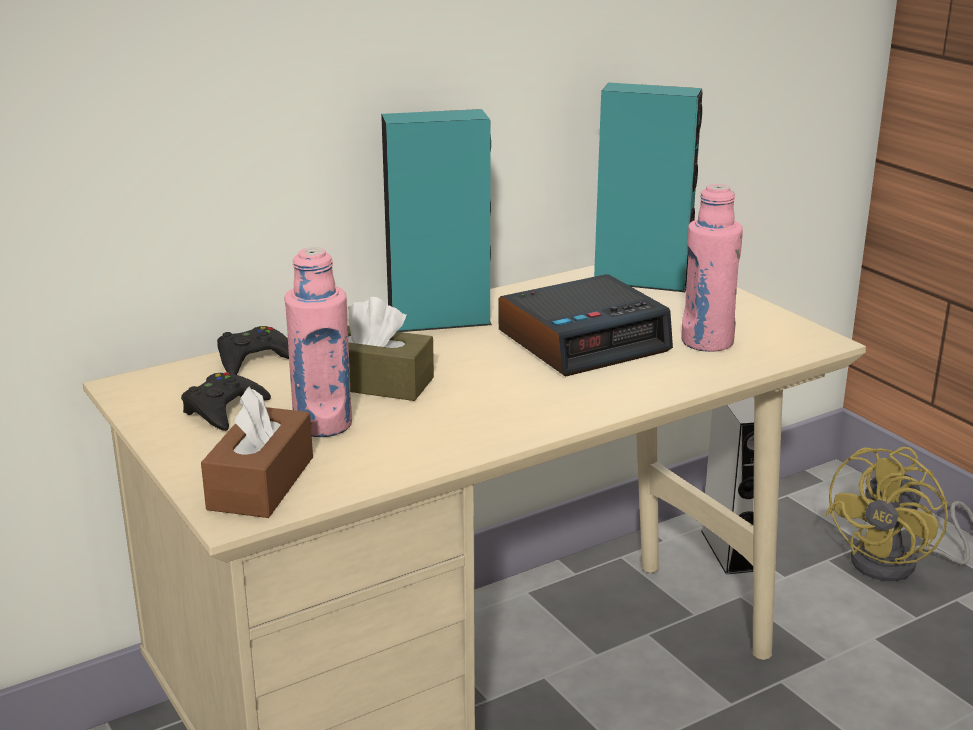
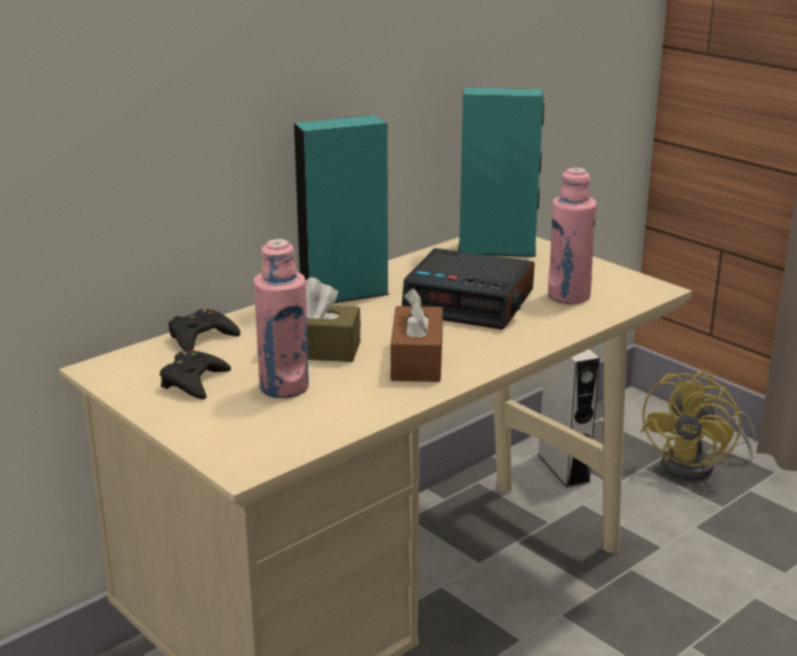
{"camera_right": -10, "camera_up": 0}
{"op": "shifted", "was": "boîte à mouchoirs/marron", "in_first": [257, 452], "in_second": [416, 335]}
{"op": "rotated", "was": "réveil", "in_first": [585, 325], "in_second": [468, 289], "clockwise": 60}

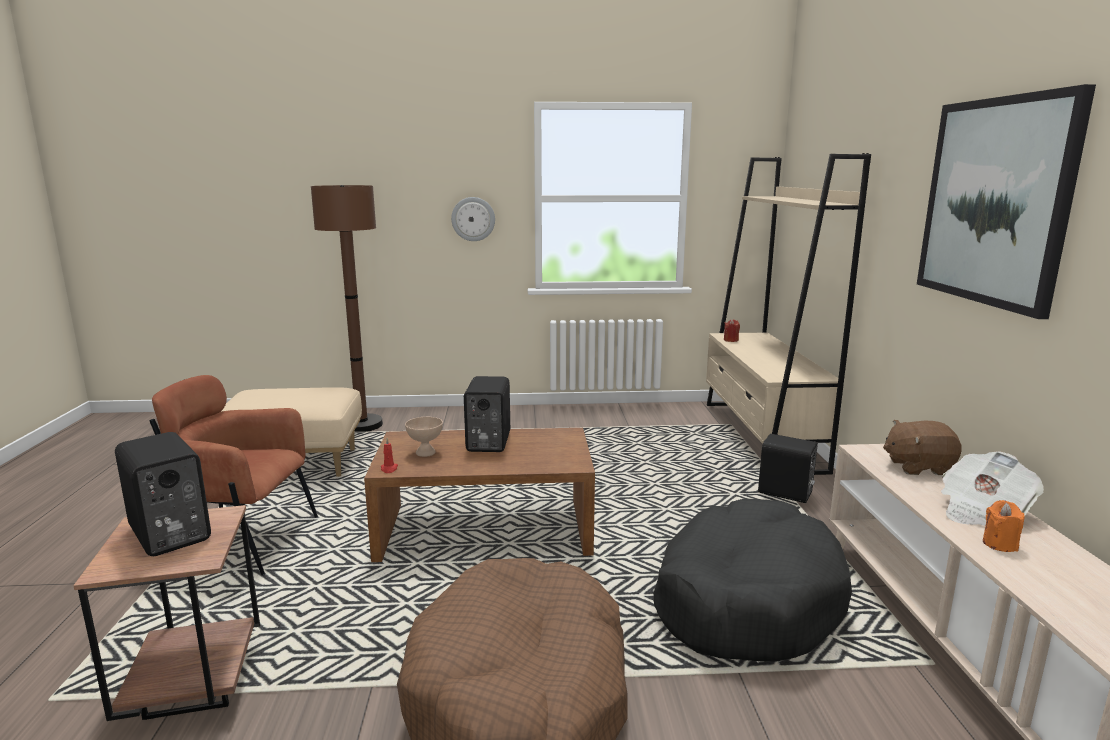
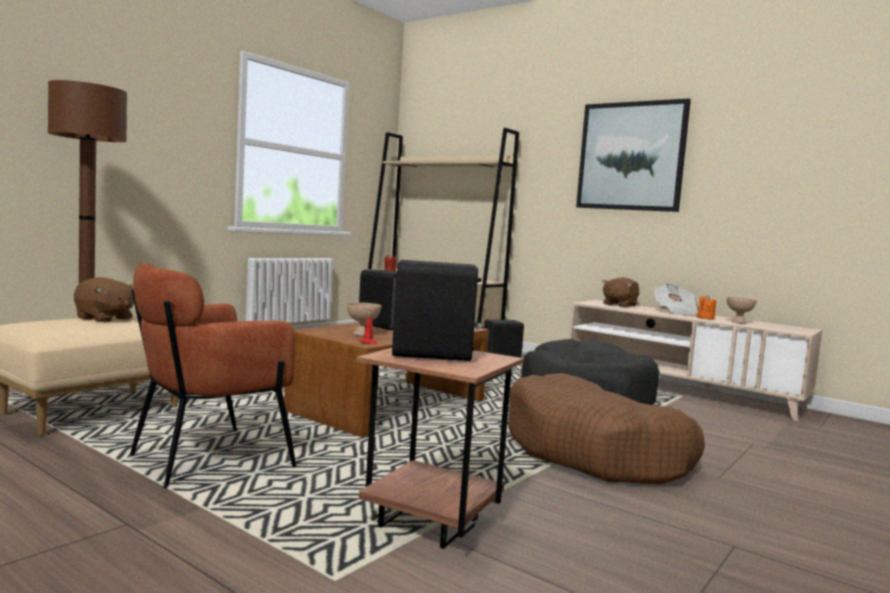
{"camera_right": -50, "camera_up": -10}
{"op": "new", "now": "peluche/marron", "in_second": [104, 299]}
{"op": "new", "now": "bol/beige", "in_second": [742, 310]}
{"op": "gone", "was": "horloge murale", "in_first": [473, 219]}

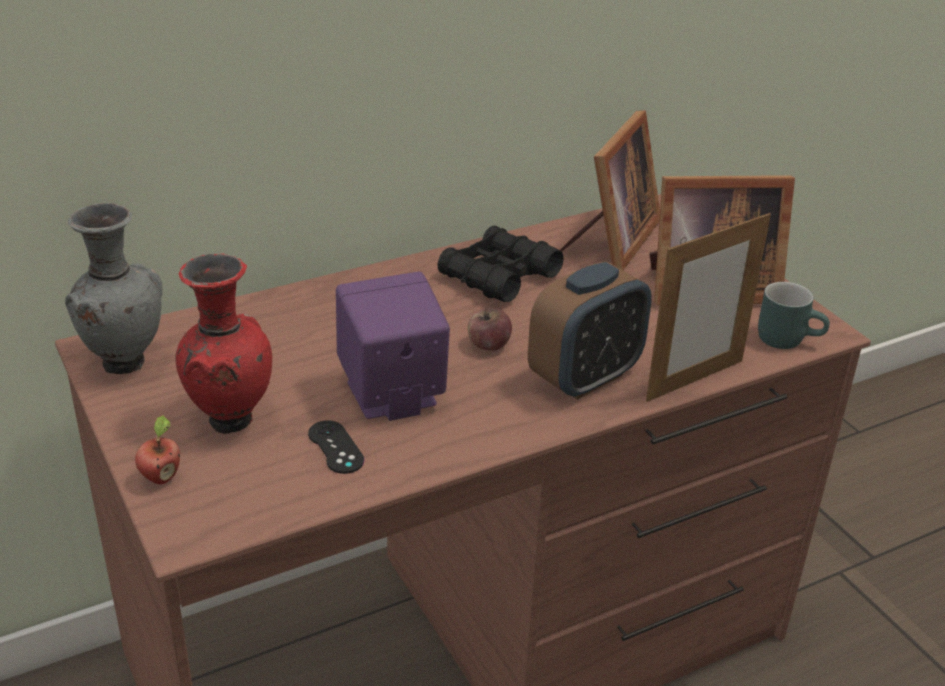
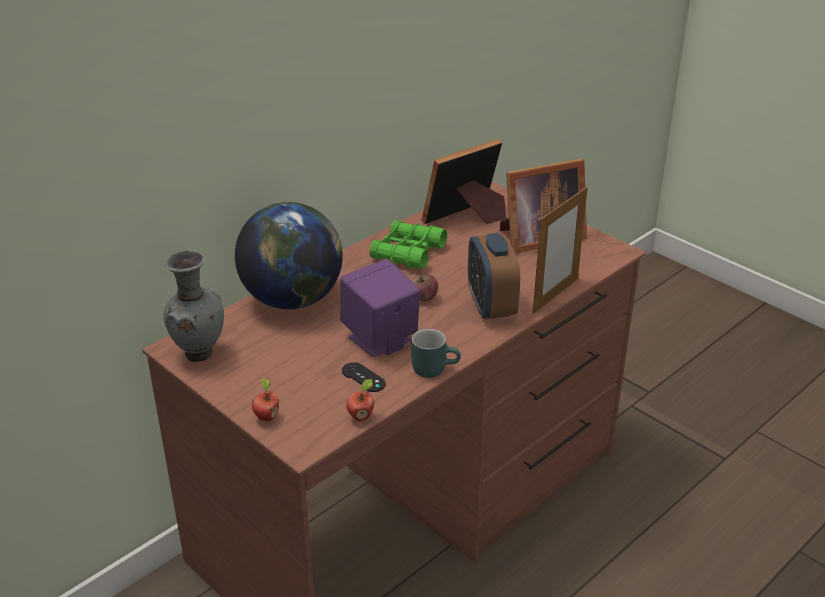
{"camera_right": -15, "camera_up": 0}
{"op": "new", "now": "globe", "in_second": [289, 255]}
{"op": "new", "now": "pomme", "in_second": [360, 400]}
{"op": "repainted", "was": "jumelles/noir", "now": "jumelles/vert", "in_first": [500, 264], "in_second": [408, 244]}
{"op": "shifted", "was": "mug/turquoise", "in_first": [794, 315], "in_second": [436, 353]}
{"op": "rotated", "was": "cadre photo", "in_first": [610, 190], "in_second": [464, 181], "clockwise": -135}
{"op": "rotated", "was": "réveil", "in_first": [590, 330], "in_second": [494, 276], "clockwise": 135}
{"op": "gone", "was": "vase/rouge", "in_first": [224, 344]}

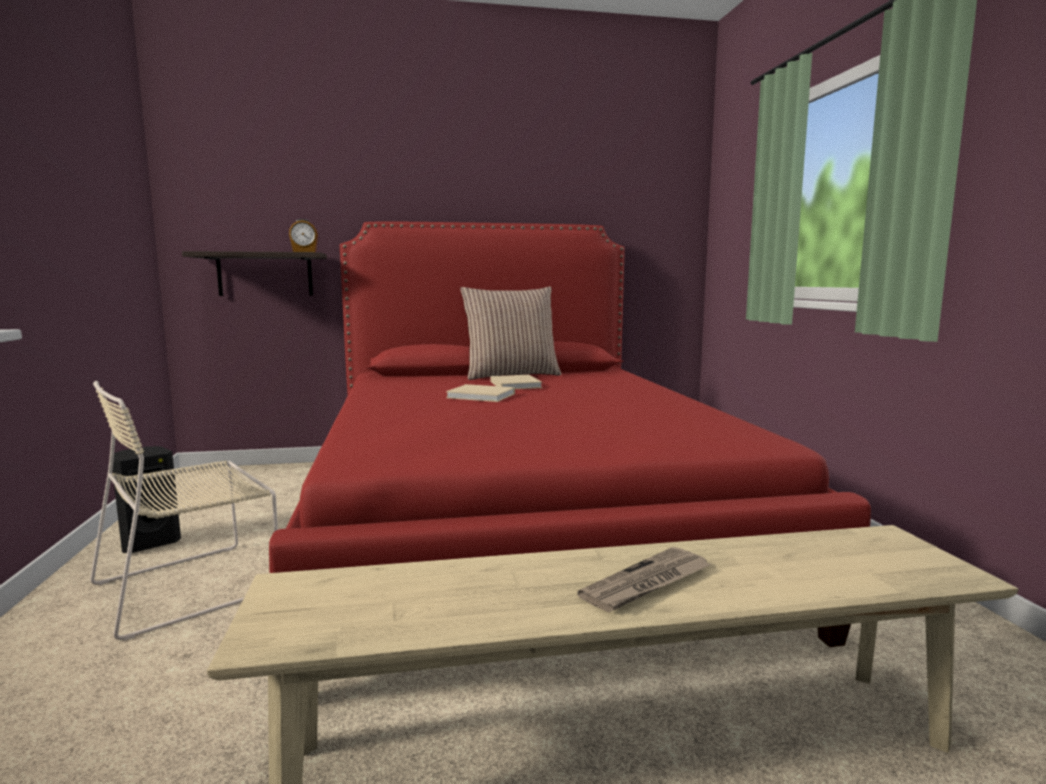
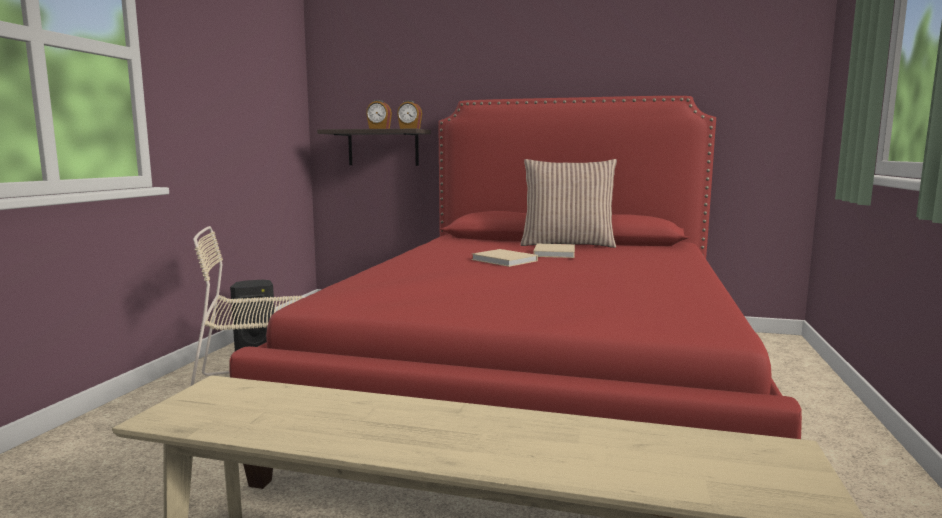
{"camera_right": 25, "camera_up": 0}
{"op": "new", "now": "réveil", "in_second": [379, 114]}
{"op": "gone", "was": "journal", "in_first": [644, 580]}

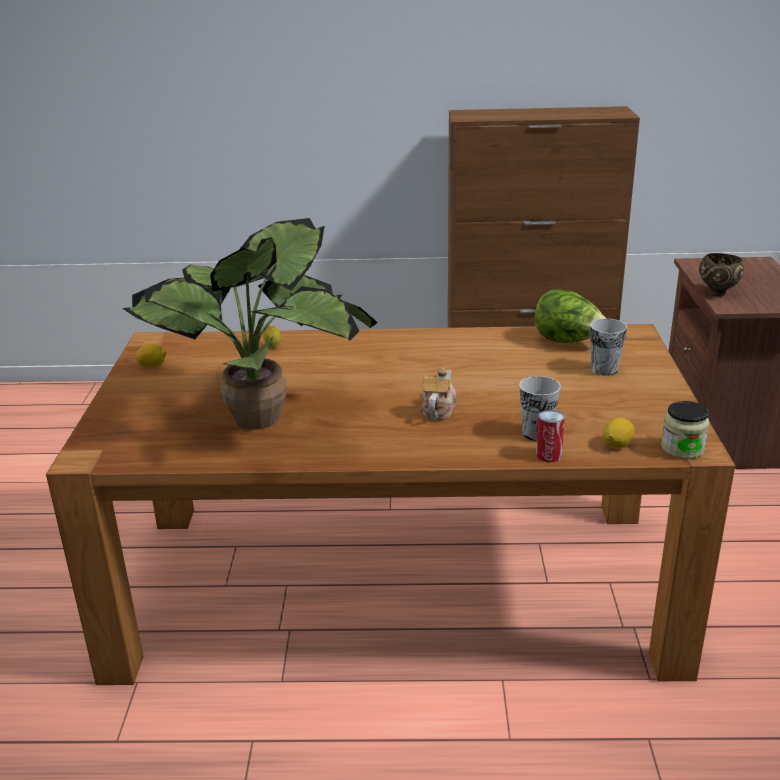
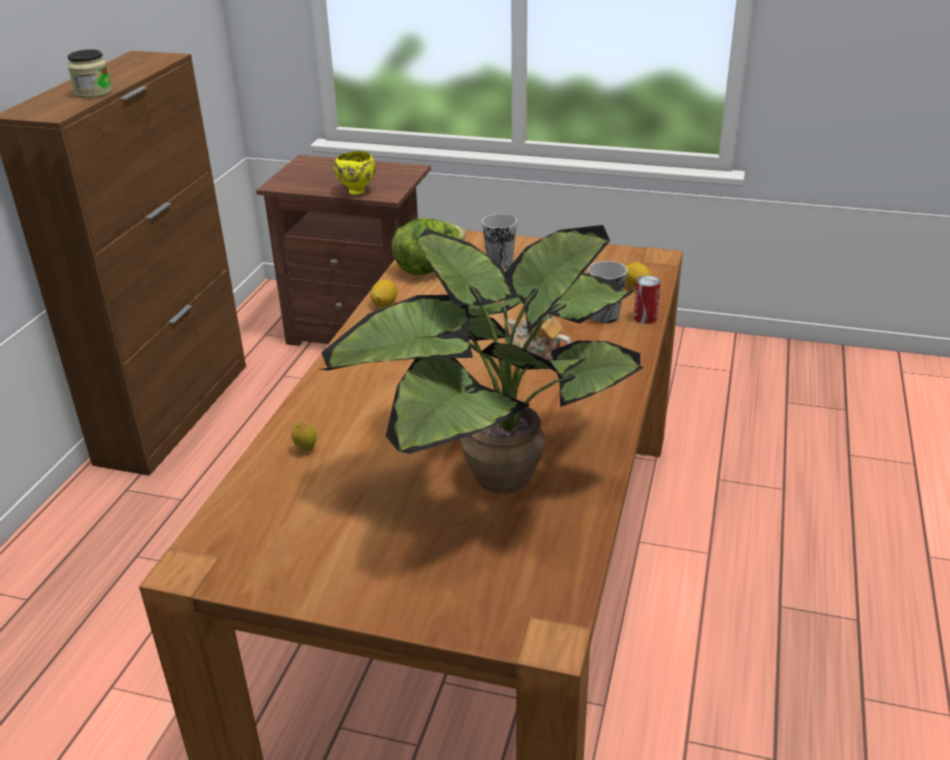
{"camera_right": -75, "camera_up": 5}
{"op": "shifted", "was": "bocal", "in_first": [685, 430], "in_second": [90, 73]}
{"op": "repainted", "was": "bol/marron", "now": "bol/jaune", "in_first": [721, 275], "in_second": [355, 173]}
{"op": "shifted", "was": "citron", "in_first": [151, 356], "in_second": [384, 293]}

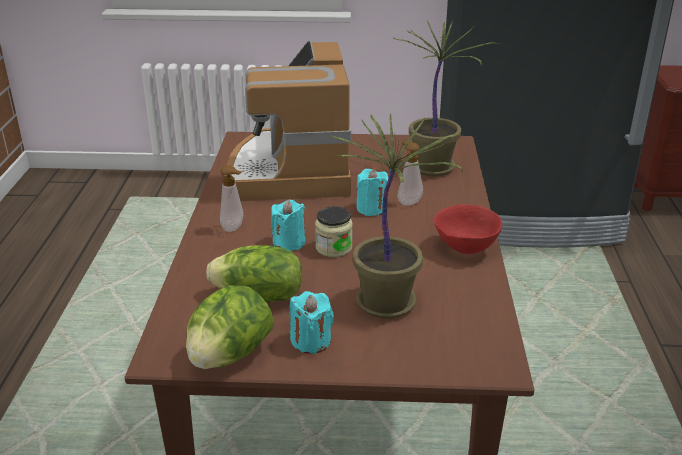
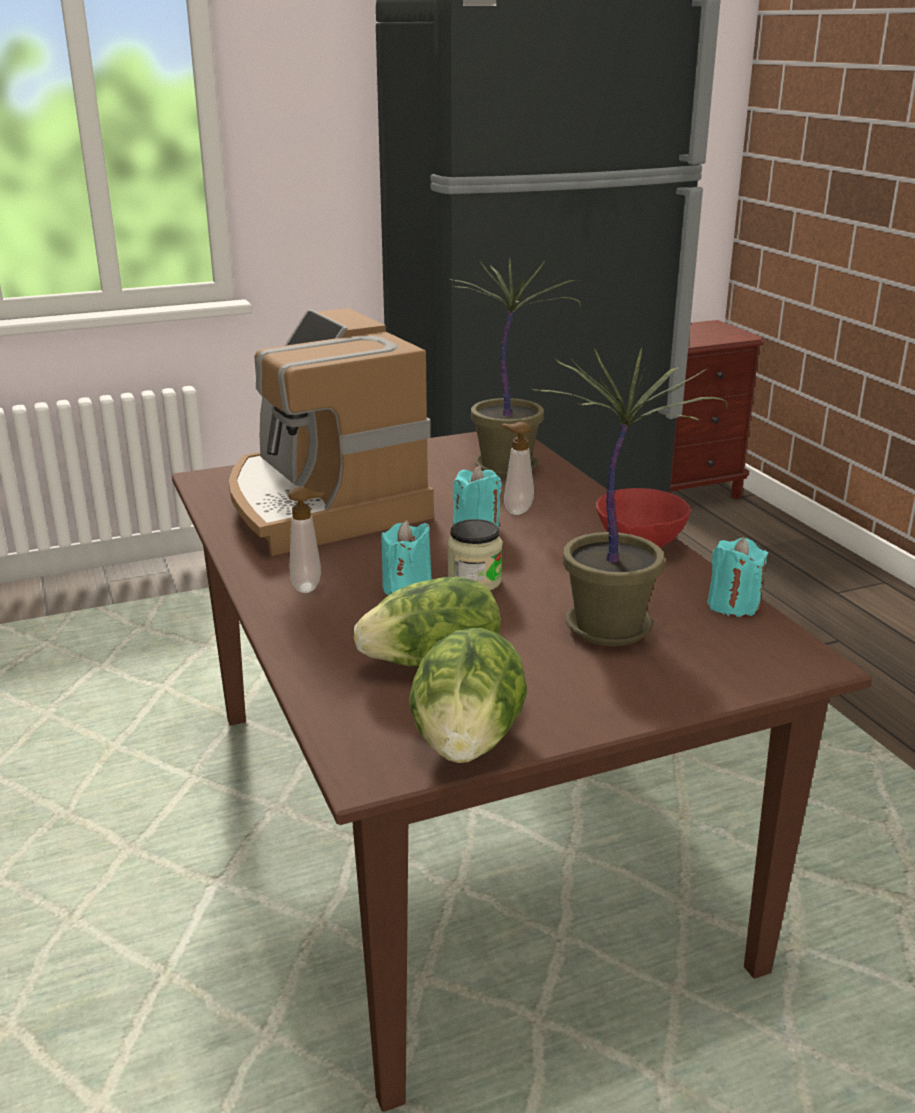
{"camera_right": -25, "camera_up": -5}
{"op": "shifted", "was": "bougie/turquoise", "in_first": [312, 322], "in_second": [738, 577]}

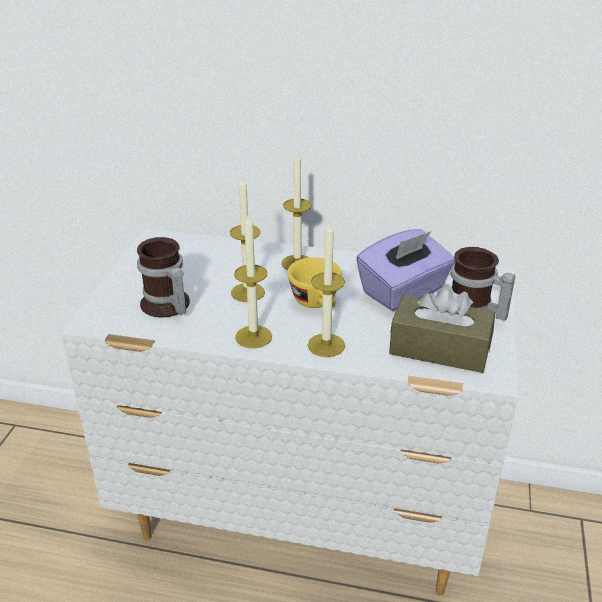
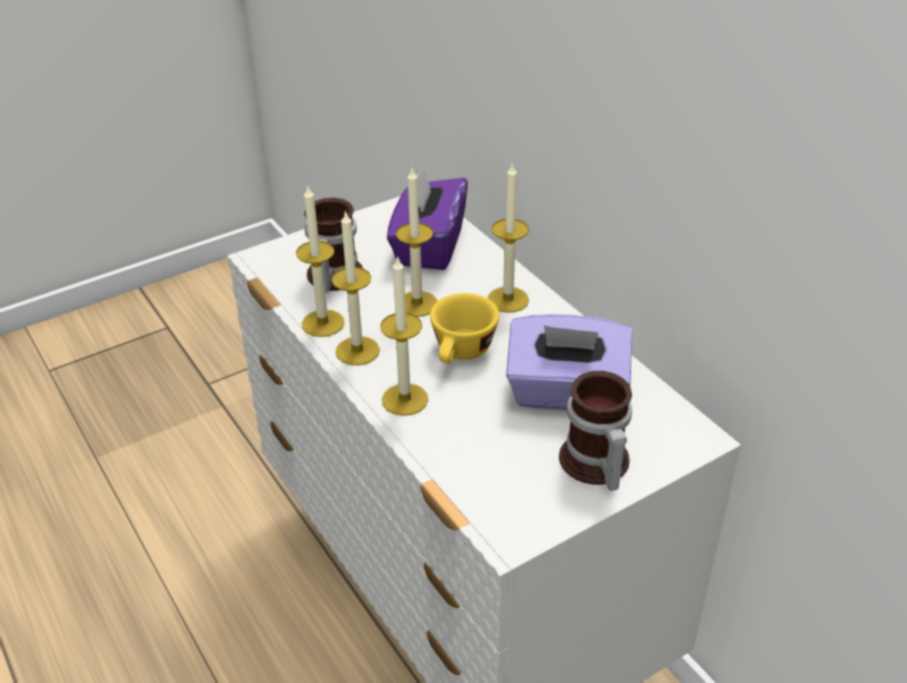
{"camera_right": 45, "camera_up": 5}
{"op": "new", "now": "bougie", "in_second": [320, 261]}
{"op": "new", "now": "boîte à mouchoirs/violet", "in_second": [427, 218]}
{"op": "gone", "was": "boîte à mouchoirs/marron", "in_first": [442, 328]}

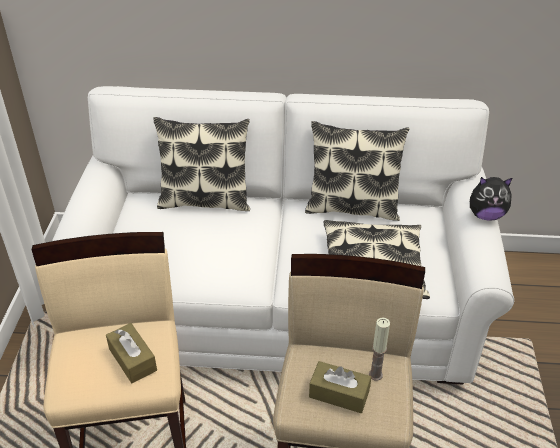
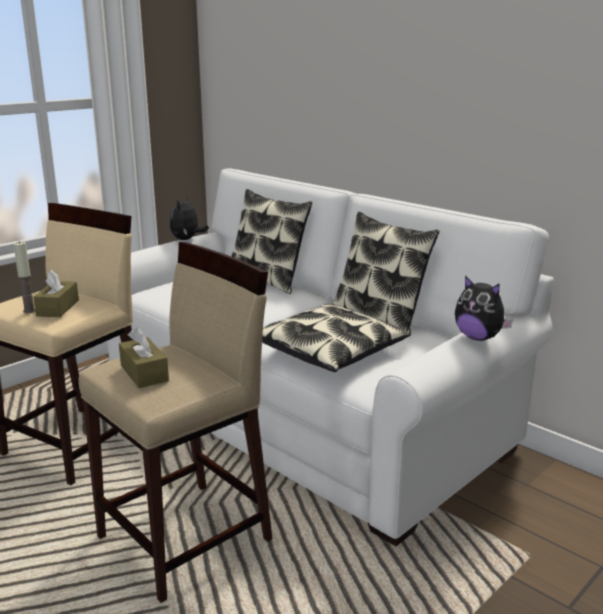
{"camera_right": 40, "camera_up": -20}
{"op": "shifted", "was": "bougie", "in_first": [379, 349], "in_second": [24, 277]}
{"op": "new", "now": "peluche", "in_second": [189, 218]}

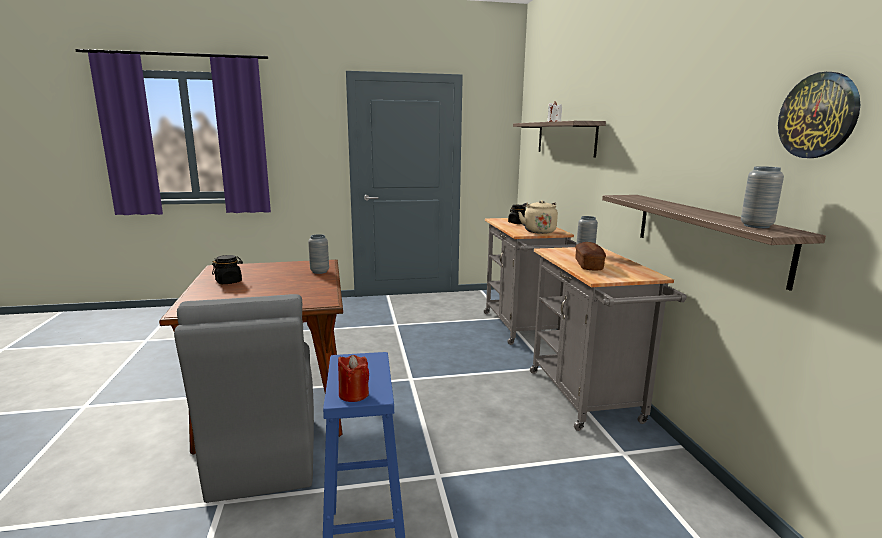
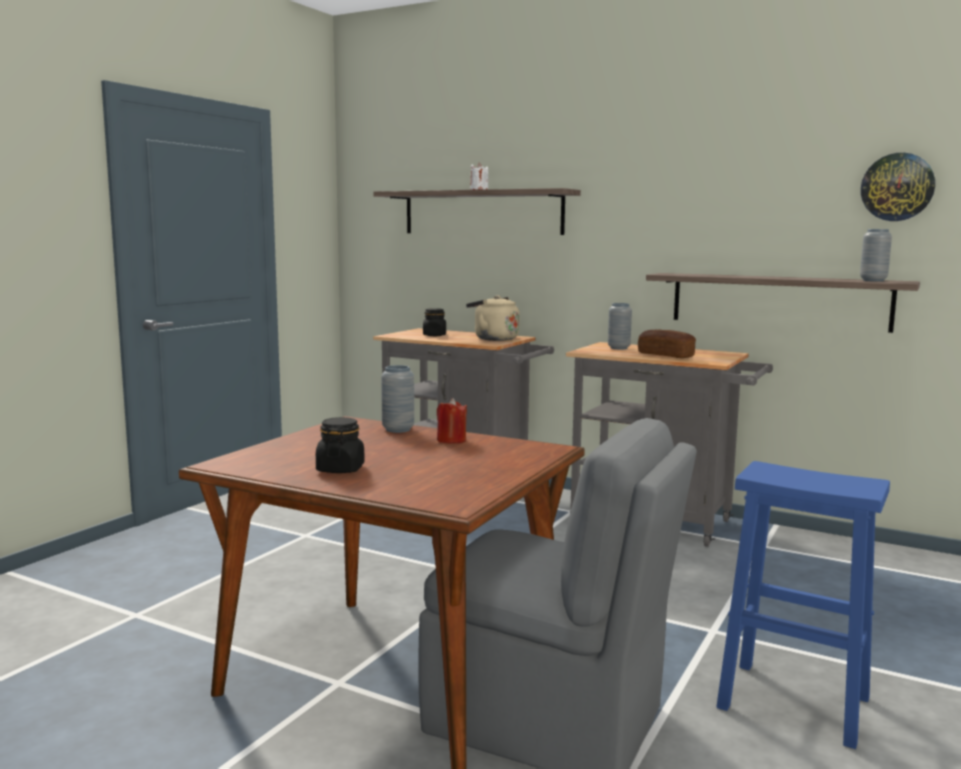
{"camera_right": -50, "camera_up": -5}
{"op": "shifted", "was": "bougie/rouge", "in_first": [353, 378], "in_second": [452, 421]}

